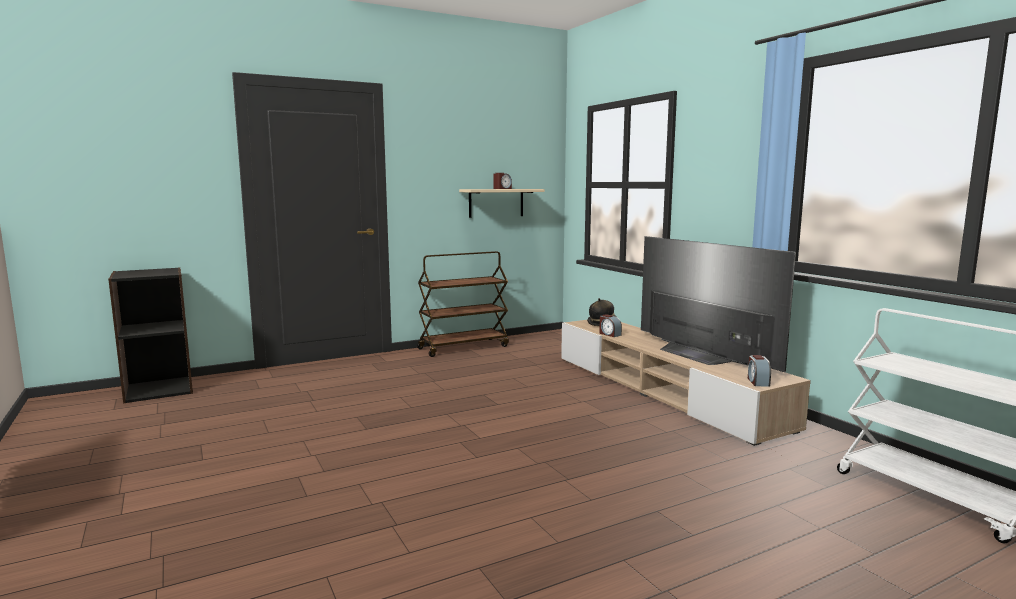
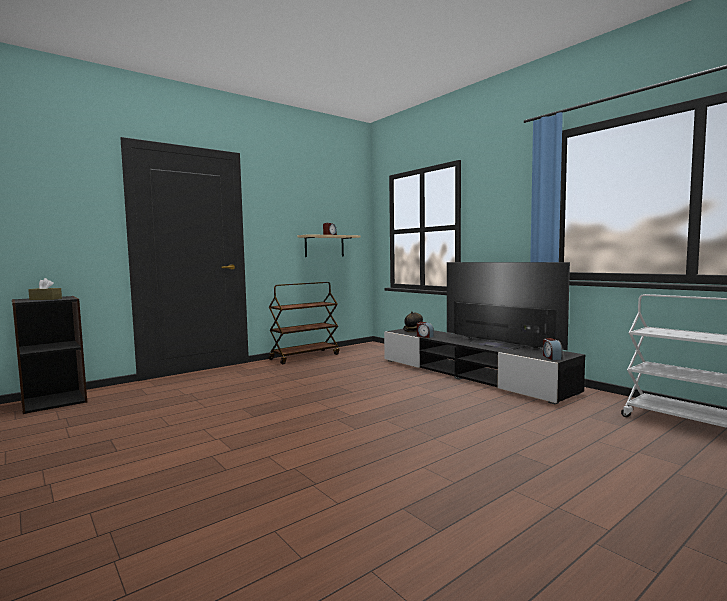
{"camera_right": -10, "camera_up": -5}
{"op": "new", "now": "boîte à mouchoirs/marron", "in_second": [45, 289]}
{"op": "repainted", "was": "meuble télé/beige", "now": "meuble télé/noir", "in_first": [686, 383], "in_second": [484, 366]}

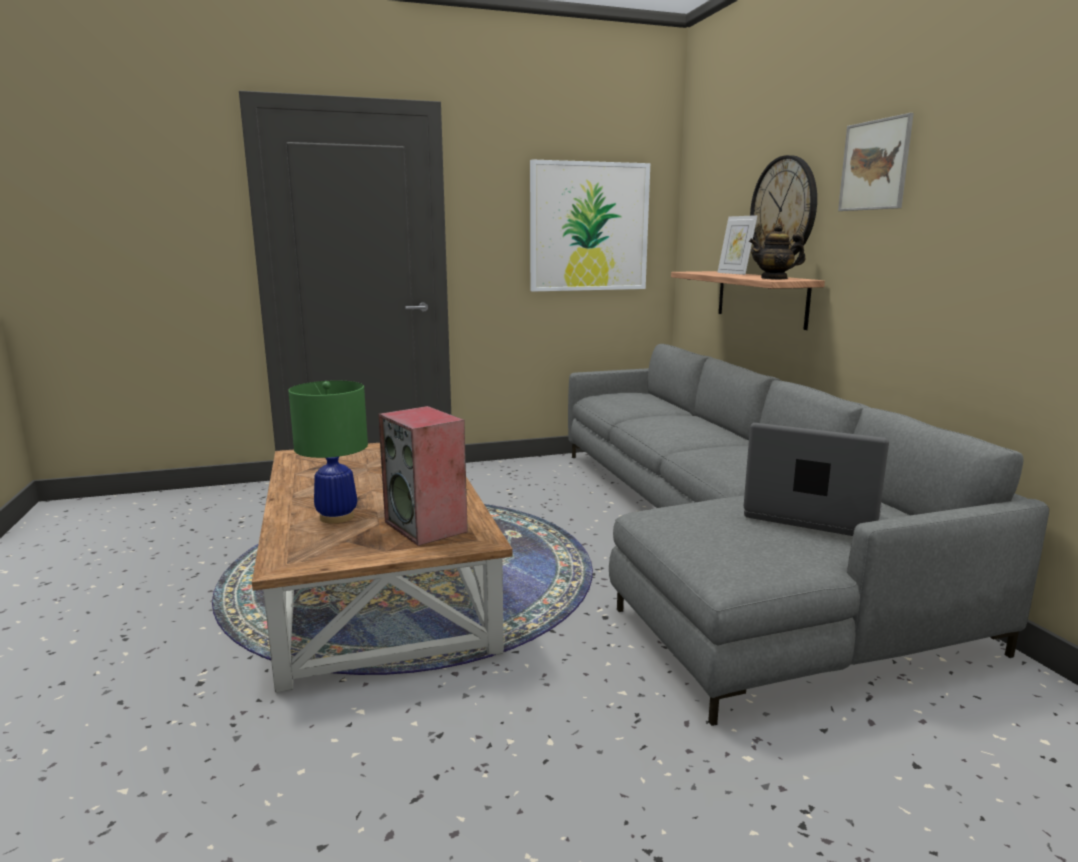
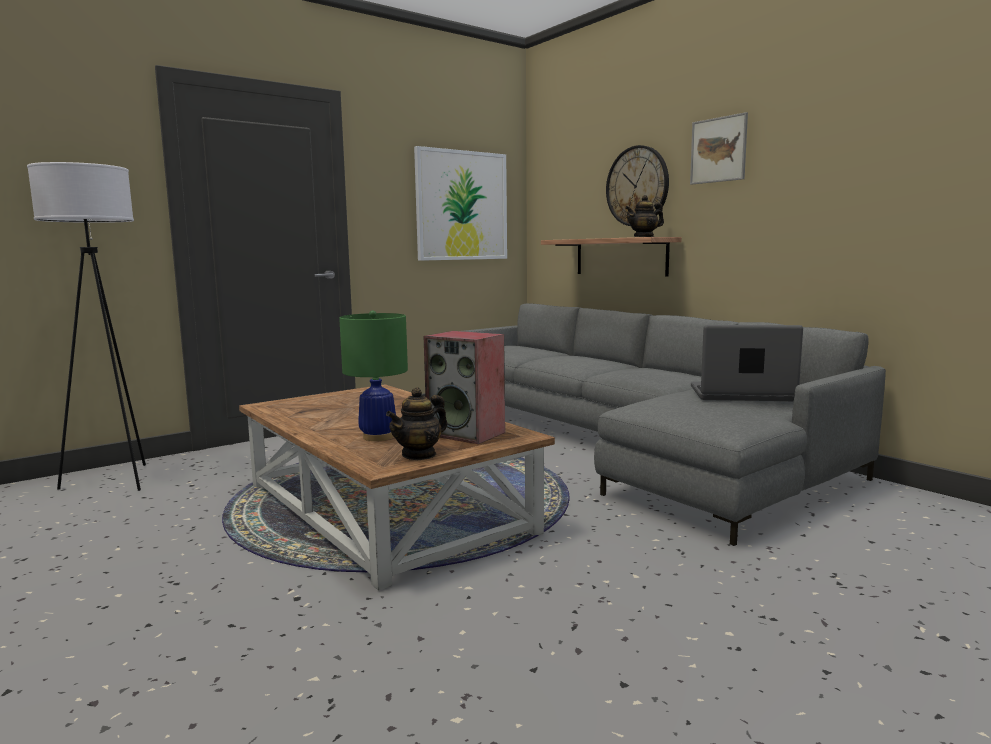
{"camera_right": -20, "camera_up": -5}
{"op": "new", "now": "lampadaire/blanc", "in_second": [86, 326]}
{"op": "new", "now": "théière", "in_second": [416, 423]}
{"op": "gone", "was": "cadre photo", "in_first": [737, 245]}

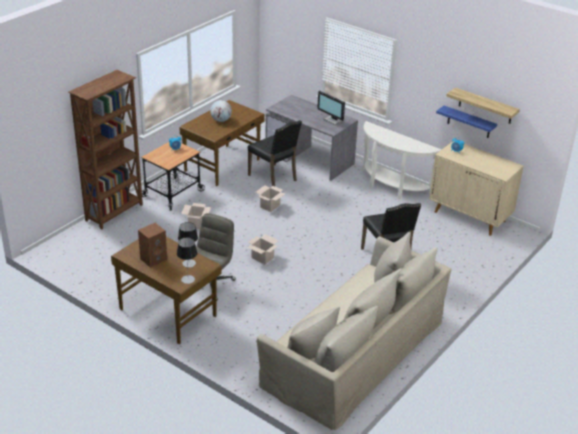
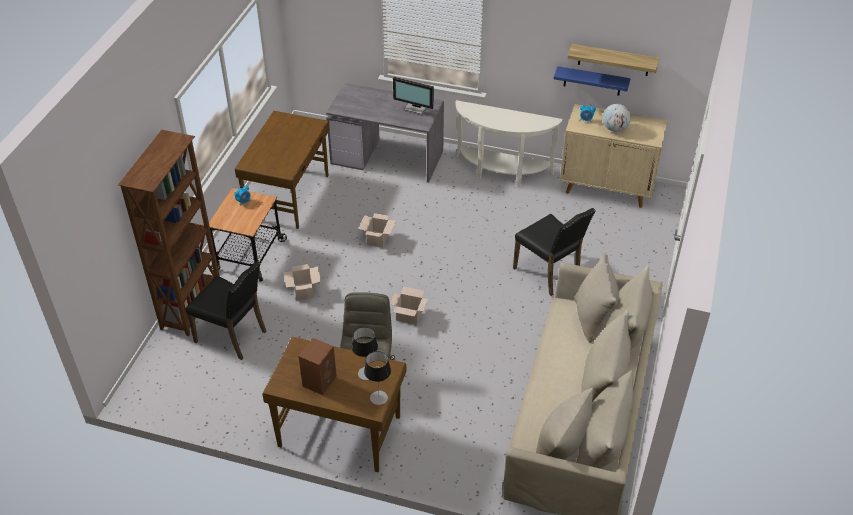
{"camera_right": -20, "camera_up": 10}
{"op": "shifted", "was": "chaise/noir", "in_first": [275, 153], "in_second": [226, 310]}
{"op": "shifted", "was": "globe", "in_first": [221, 111], "in_second": [617, 117]}

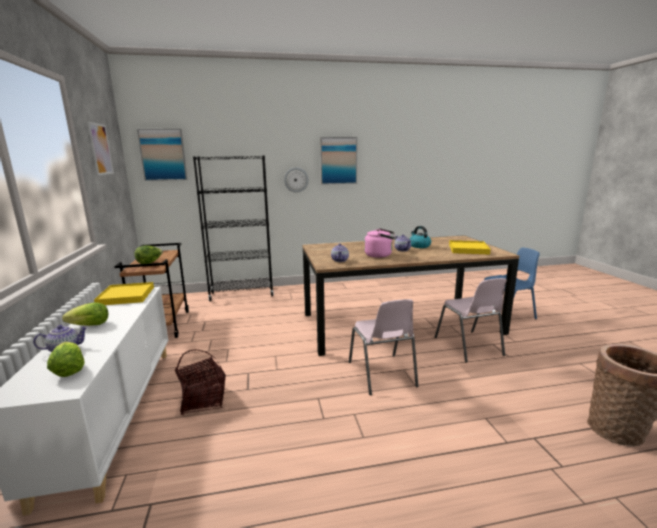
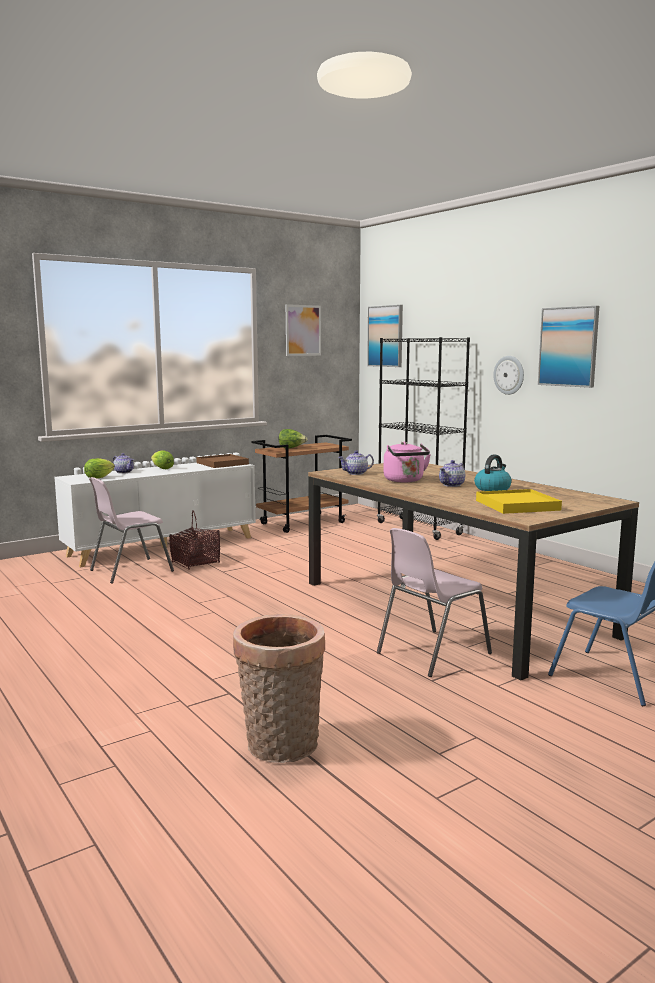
{"camera_right": 65, "camera_up": -5}
{"op": "shifted", "was": "chaise/rose", "in_first": [383, 347], "in_second": [131, 530]}
{"op": "repainted", "was": "plateau/jaune", "now": "plateau/marron", "in_first": [124, 293], "in_second": [222, 461]}

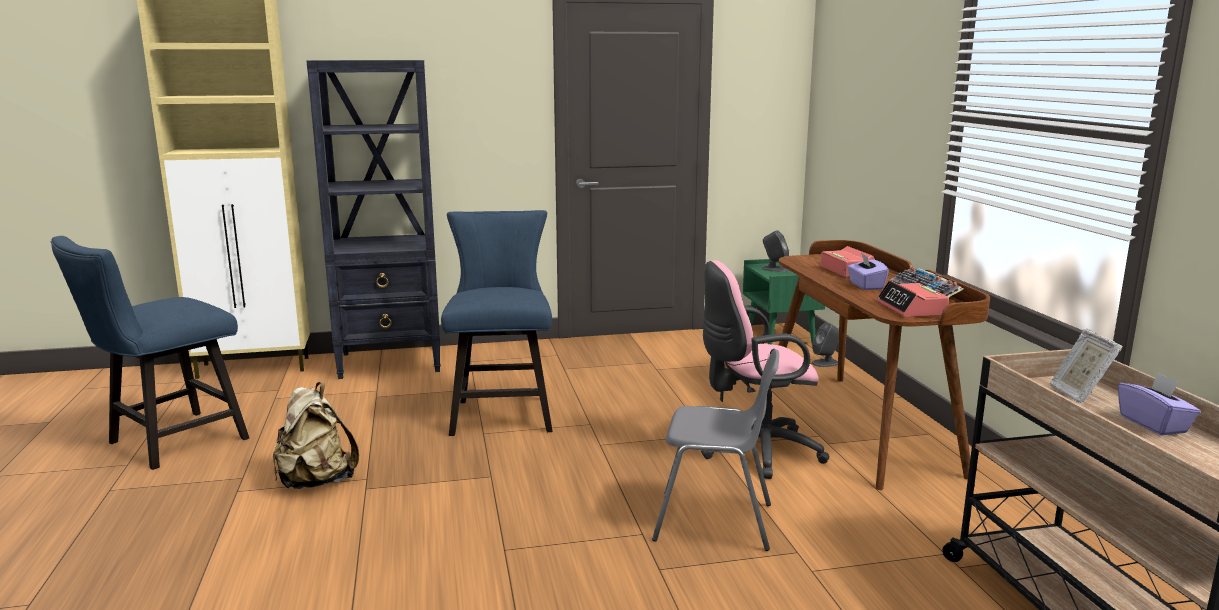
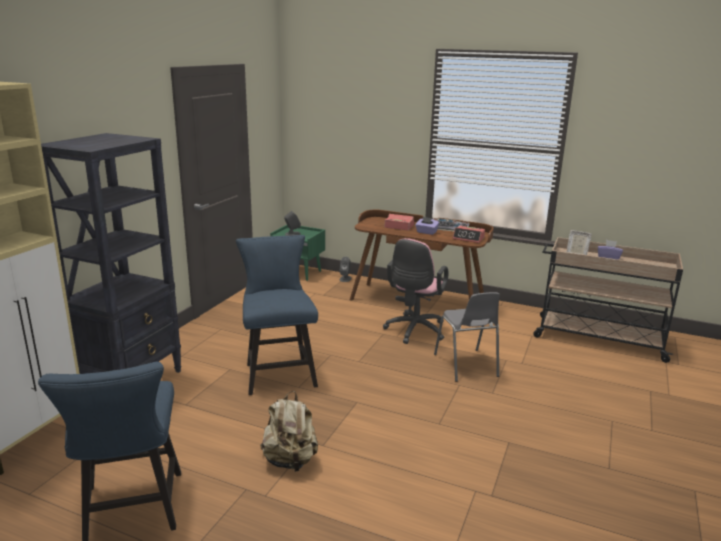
{"camera_right": -55, "camera_up": 5}
{"op": "rotated", "was": "chaise/bleu", "in_first": [497, 323], "in_second": [277, 315], "clockwise": 45}
{"op": "rotated", "was": "chaise/gris", "in_first": [715, 450], "in_second": [467, 337], "clockwise": 120}

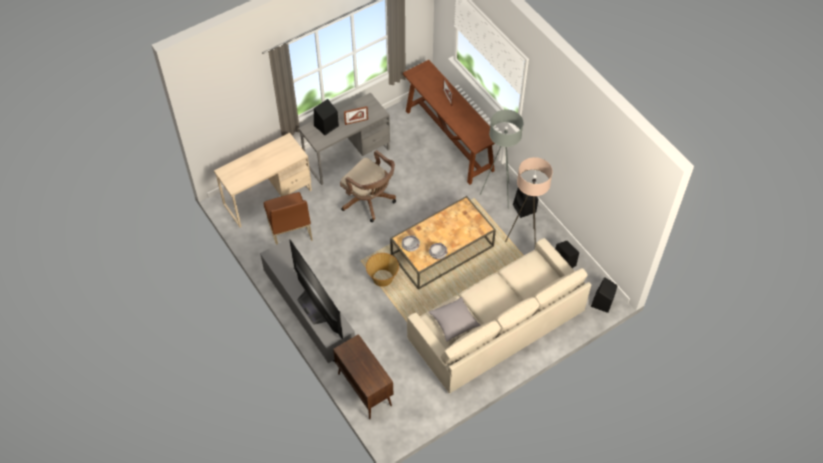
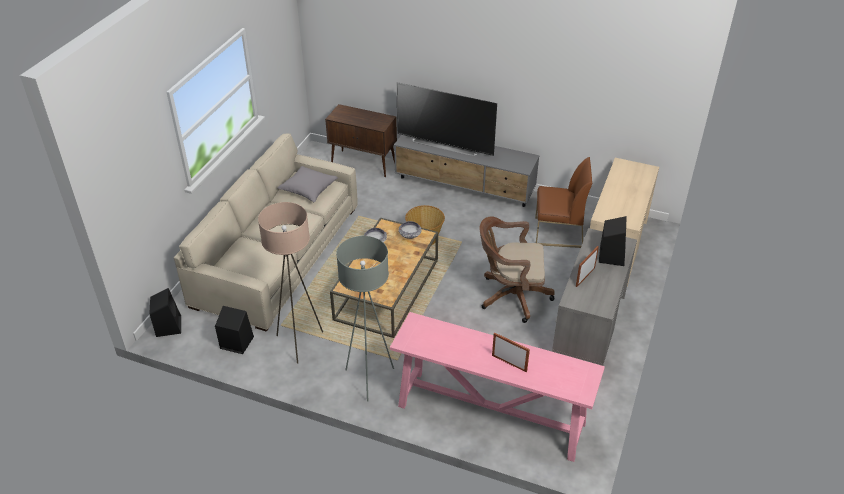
{"camera_right": 145, "camera_up": -15}
{"op": "repainted", "was": "table console/marron", "now": "table console/rose", "in_first": [449, 122], "in_second": [497, 387]}
{"op": "rotated", "was": "chaise/marron", "in_first": [288, 218], "in_second": [563, 202], "clockwise": 150}
{"op": "gone", "was": "enceinte/noir", "in_first": [525, 203]}

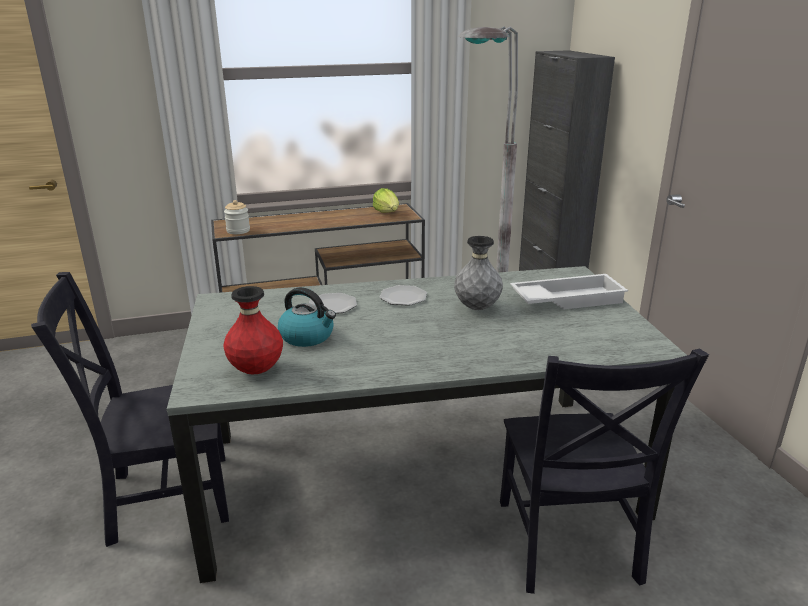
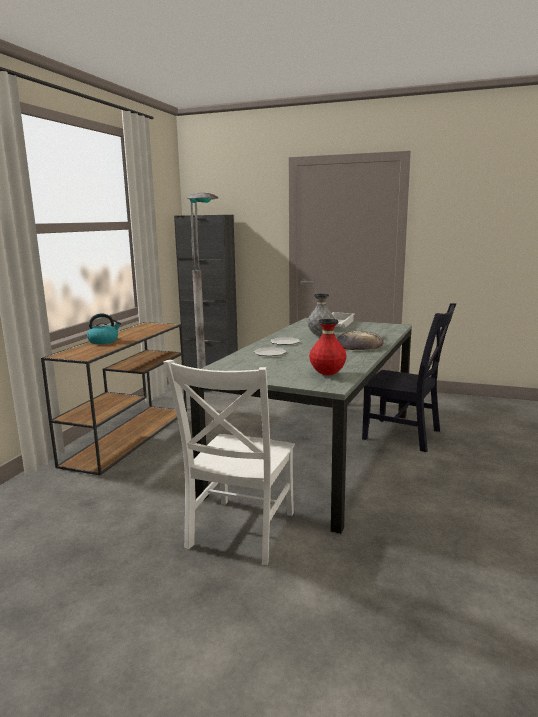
{"camera_right": -55, "camera_up": -10}
{"op": "shifted", "was": "bouilloire", "in_first": [307, 317], "in_second": [104, 328]}
{"op": "repainted", "was": "chaise/noir", "now": "chaise/blanc", "in_first": [130, 409], "in_second": [229, 462]}
{"op": "new", "now": "pain", "in_second": [359, 340]}
{"op": "gone", "was": "bocal", "in_first": [237, 217]}
{"op": "gone", "was": "laitue", "in_first": [386, 200]}

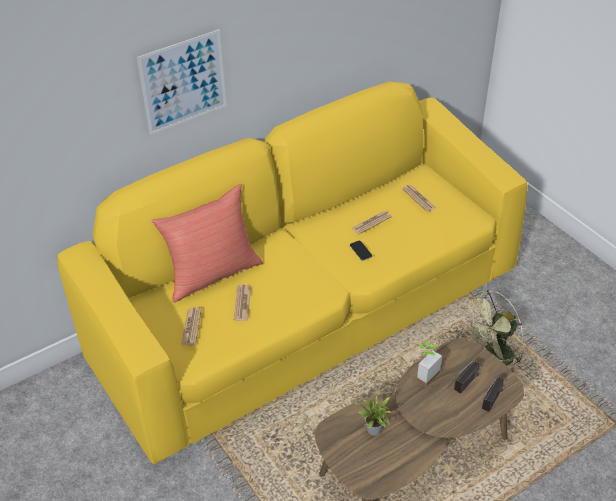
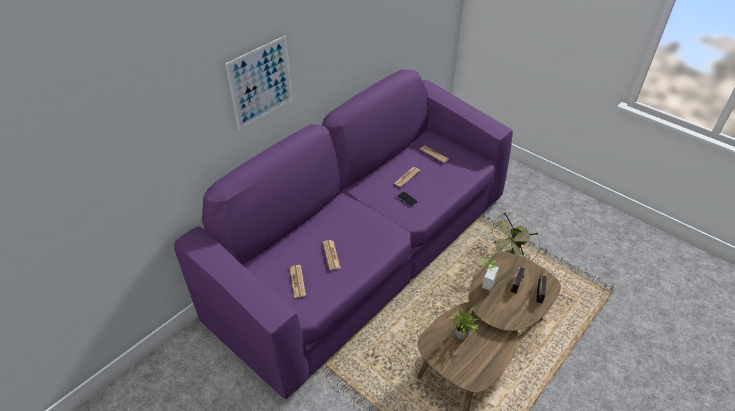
{"camera_right": -15, "camera_up": 0}
{"op": "repainted", "was": "canapé/jaune", "now": "canapé/violet", "in_first": [292, 272], "in_second": [343, 234]}
{"op": "gone", "was": "coussin/rouge", "in_first": [207, 243]}

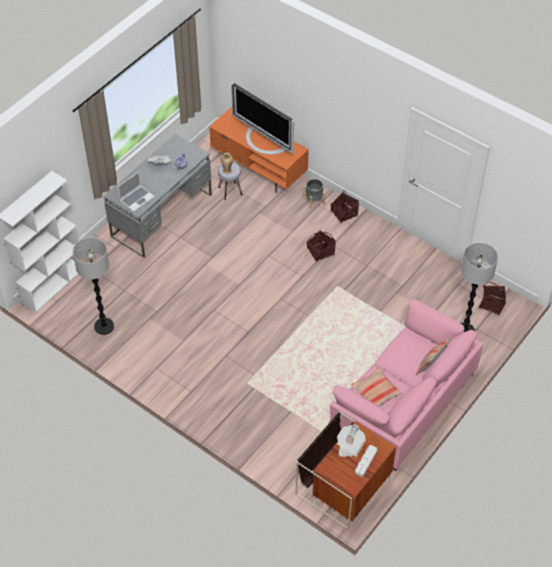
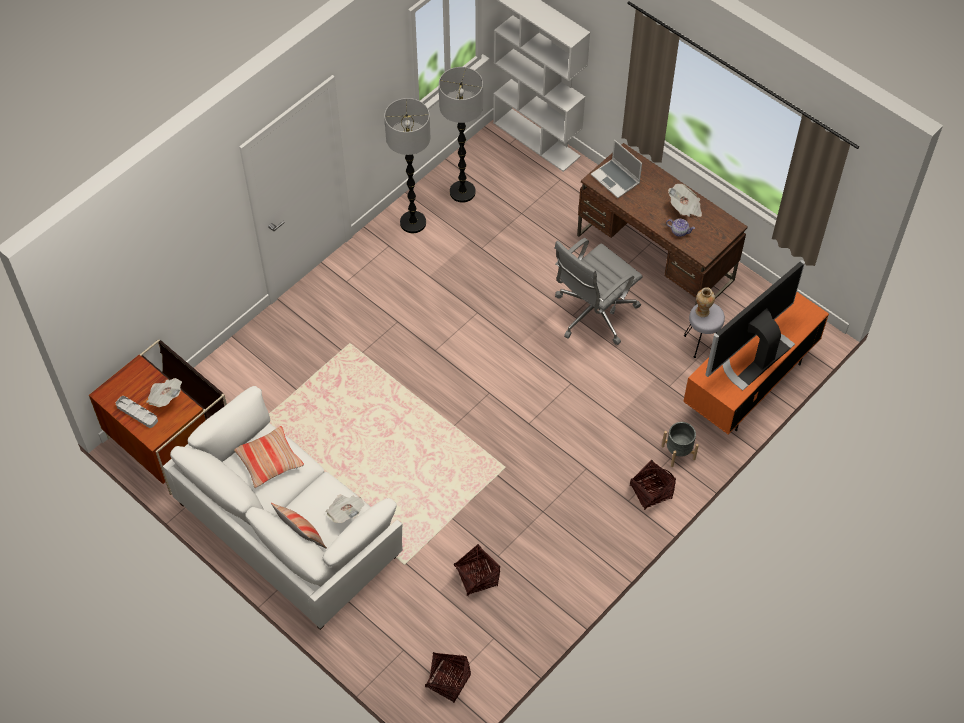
{"camera_right": 95, "camera_up": 5}
{"op": "repainted", "was": "canapé/rose", "now": "canapé/blanc", "in_first": [406, 385], "in_second": [283, 508]}
{"op": "new", "now": "journal", "in_second": [345, 509]}
{"op": "shifted", "was": "lampadaire", "in_first": [479, 287], "in_second": [407, 165]}
{"op": "shifted", "was": "panier", "in_first": [321, 246], "in_second": [477, 570]}
{"op": "new", "now": "chaise de bureau/gris", "in_second": [599, 291]}
{"op": "repainted", "was": "bureau/gris", "now": "bureau/marron", "in_first": [157, 195], "in_second": [662, 224]}

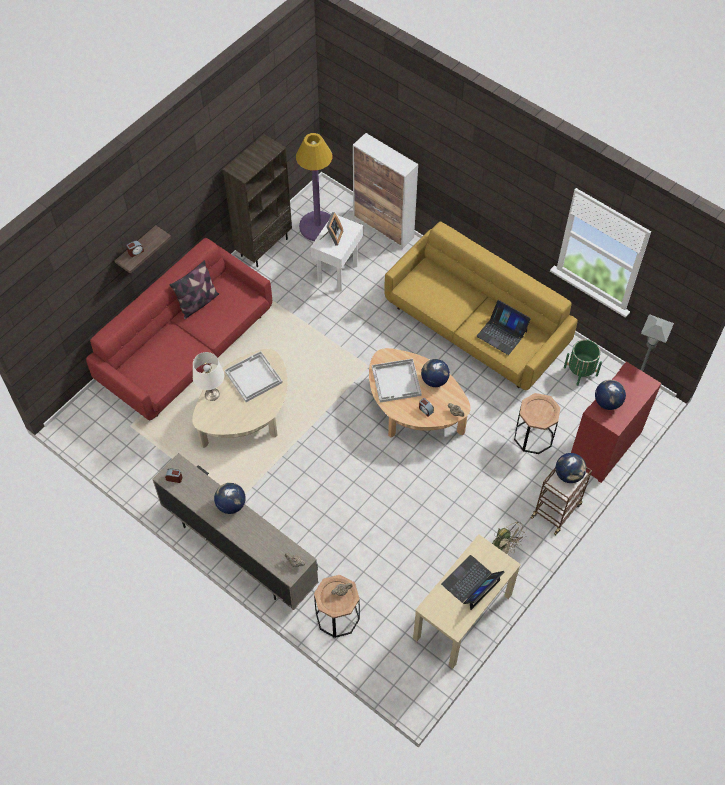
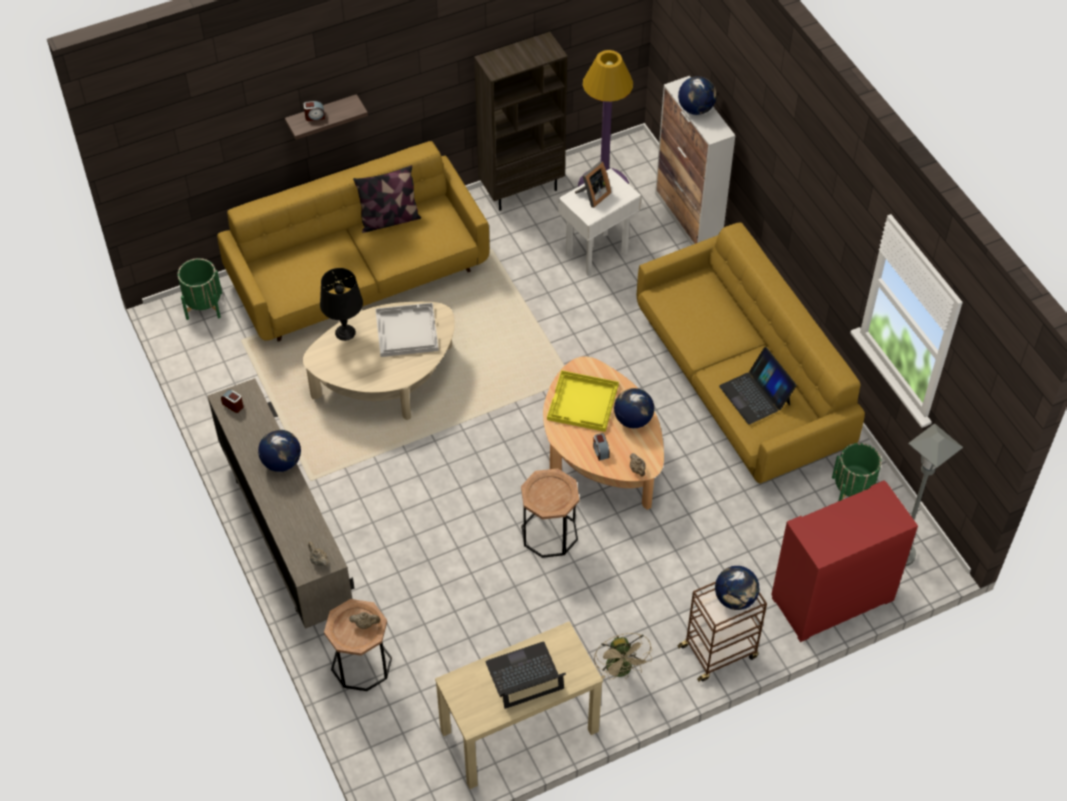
{"camera_right": 25, "camera_up": -5}
{"op": "new", "now": "cache-pot/vert", "in_second": [200, 289]}
{"op": "repainted", "was": "canapé/rouge", "now": "canapé/jaune", "in_first": [179, 329], "in_second": [353, 241]}
{"op": "repainted", "was": "lampe de table/blanc", "now": "lampe de table/noir", "in_first": [208, 376], "in_second": [341, 304]}
{"op": "shifted", "was": "table d'appoint/marron", "in_first": [537, 423], "in_second": [550, 513]}
{"op": "repainted", "was": "plateau/blanc", "now": "plateau/jaune", "in_first": [397, 380], "in_second": [583, 401]}
{"op": "shifted", "was": "globe", "in_first": [610, 395], "in_second": [697, 95]}

